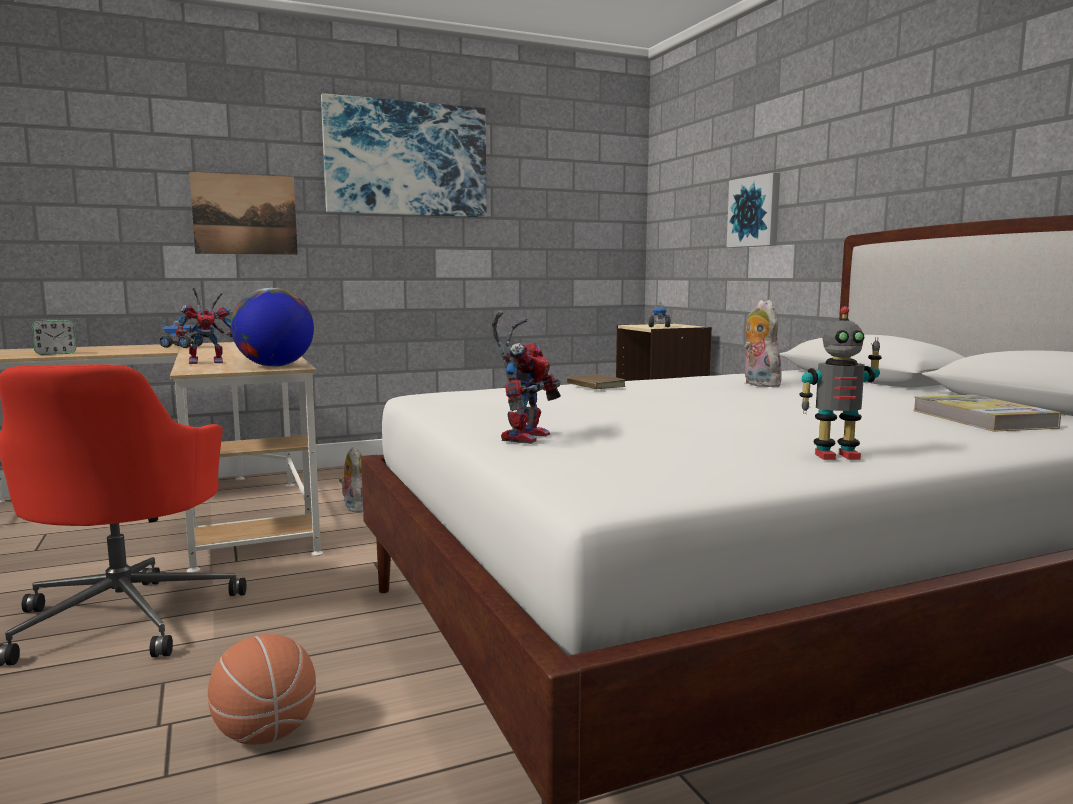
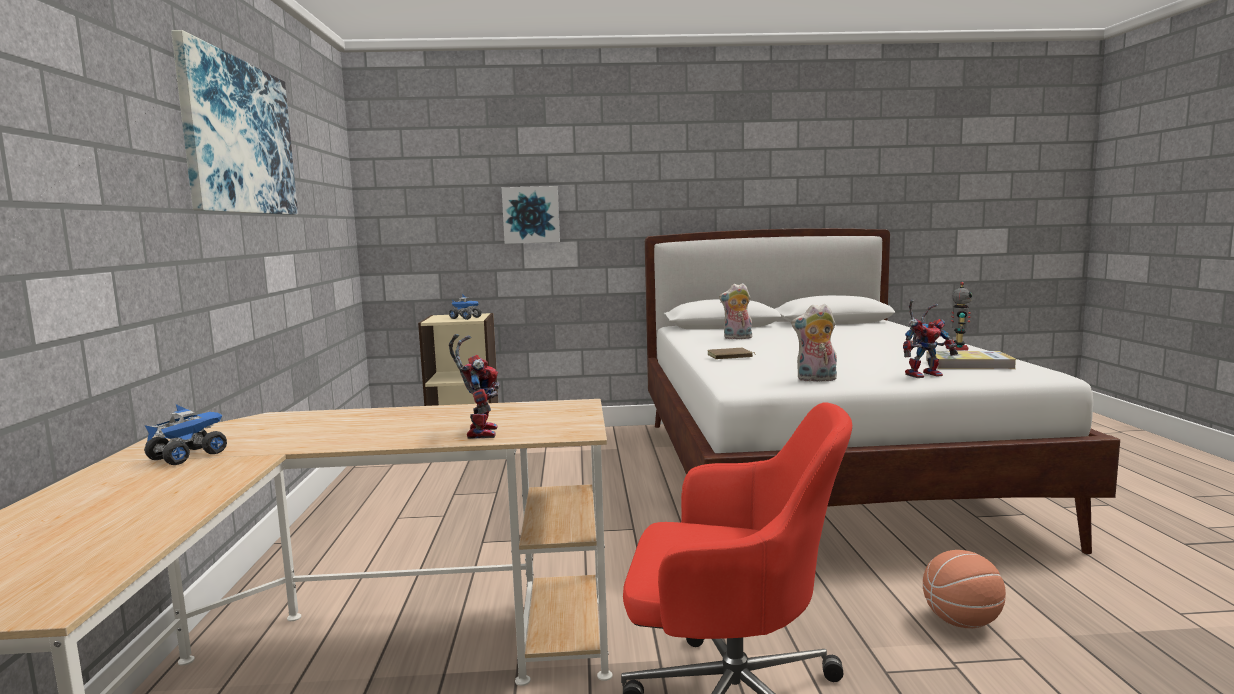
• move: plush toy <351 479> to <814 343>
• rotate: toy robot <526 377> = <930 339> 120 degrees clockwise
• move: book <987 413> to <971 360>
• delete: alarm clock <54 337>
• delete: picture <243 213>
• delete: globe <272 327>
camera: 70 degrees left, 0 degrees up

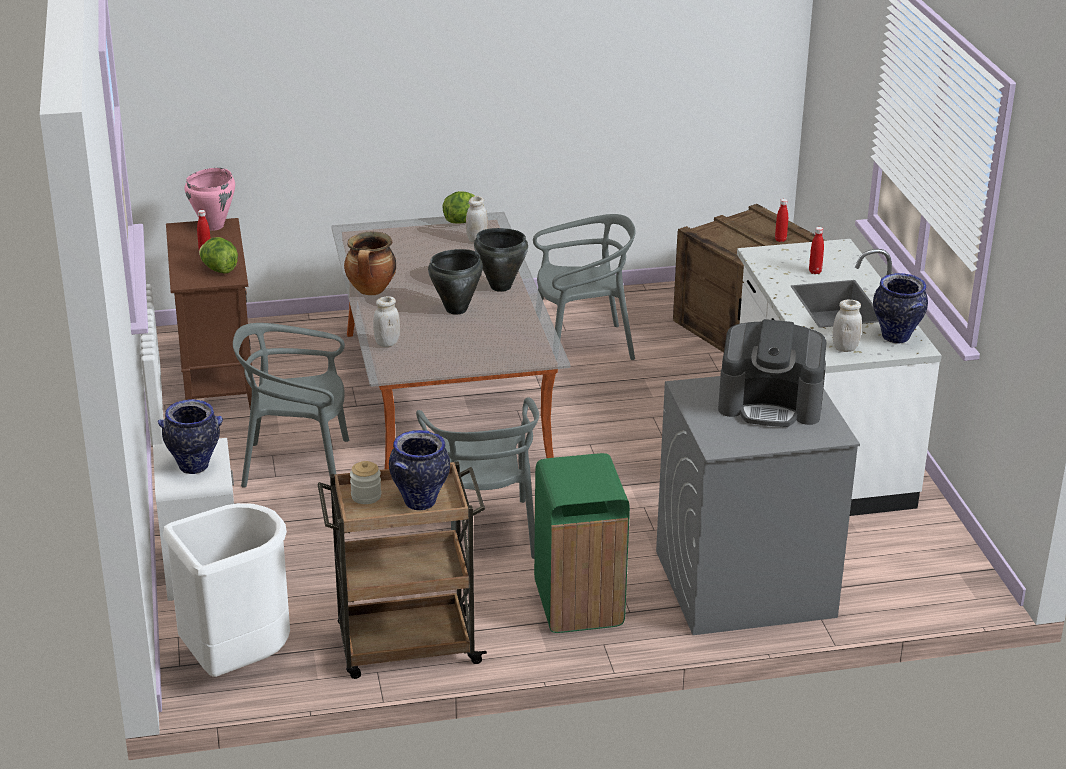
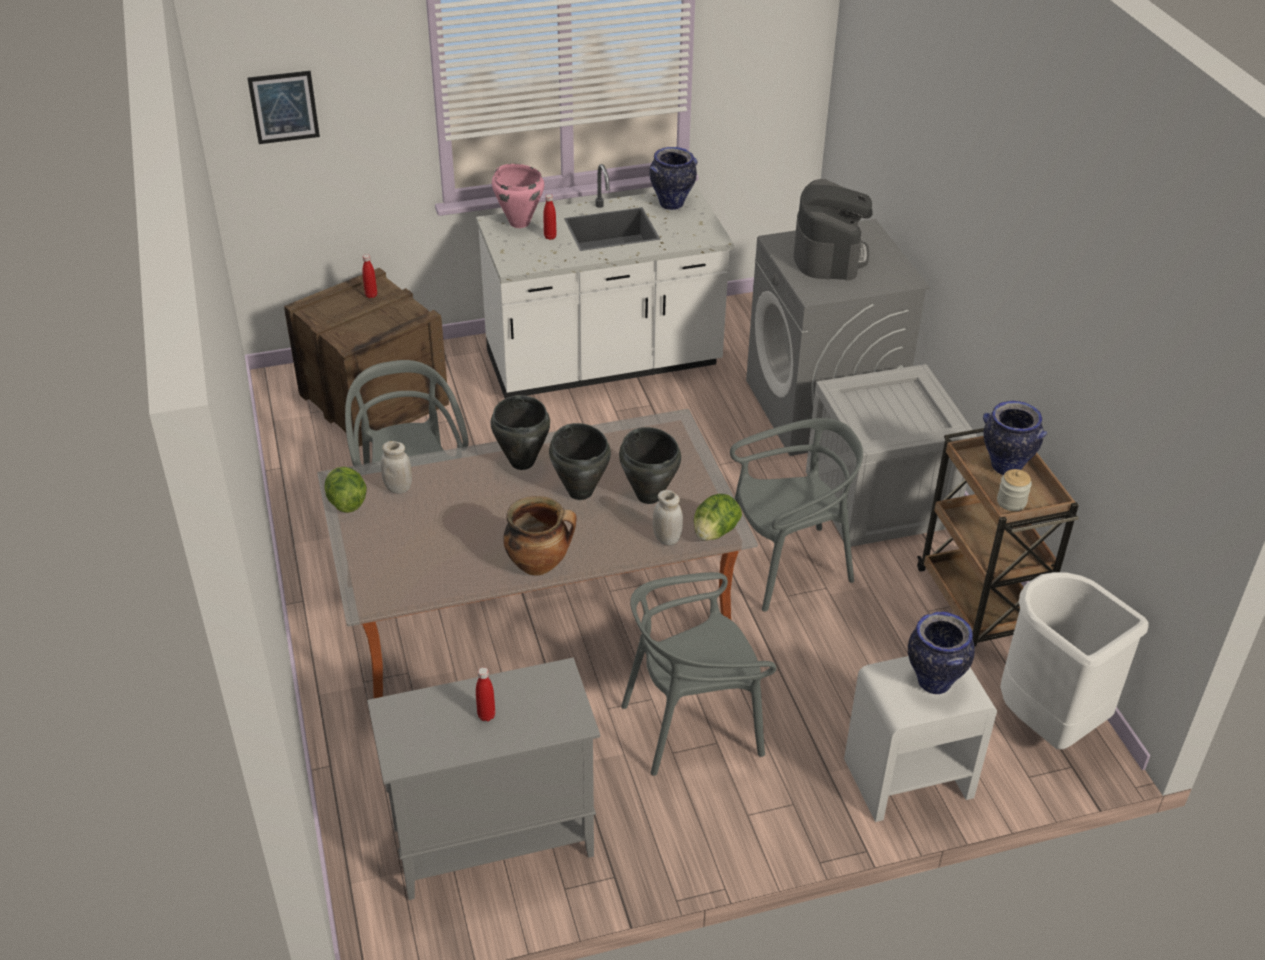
• insert: picture <283 107>
• recolor: brown cabinet <209 313> to grey cabinet <483 779>
• move: pink cooking pot <210 199> to <518 196>
• insert: black cooking pot <650 465>
• rotate: grey chair <291 405> = <699 674> 75 degrees clockwise
• move: lettuce <218 255> to <718 517>
• replace: green trash can <582 543> to crate <891 455>
• delete: white jar <847 326>
camera: 95 degrees left, 10 degrees up

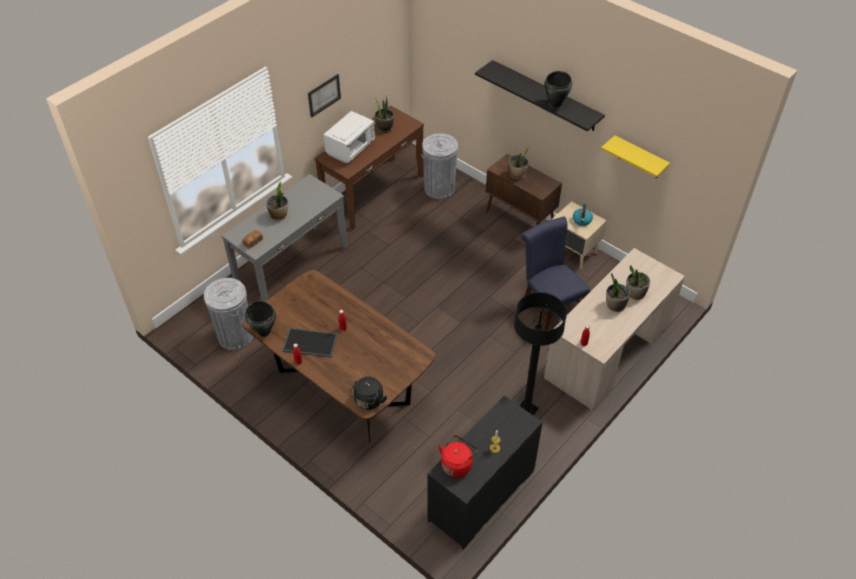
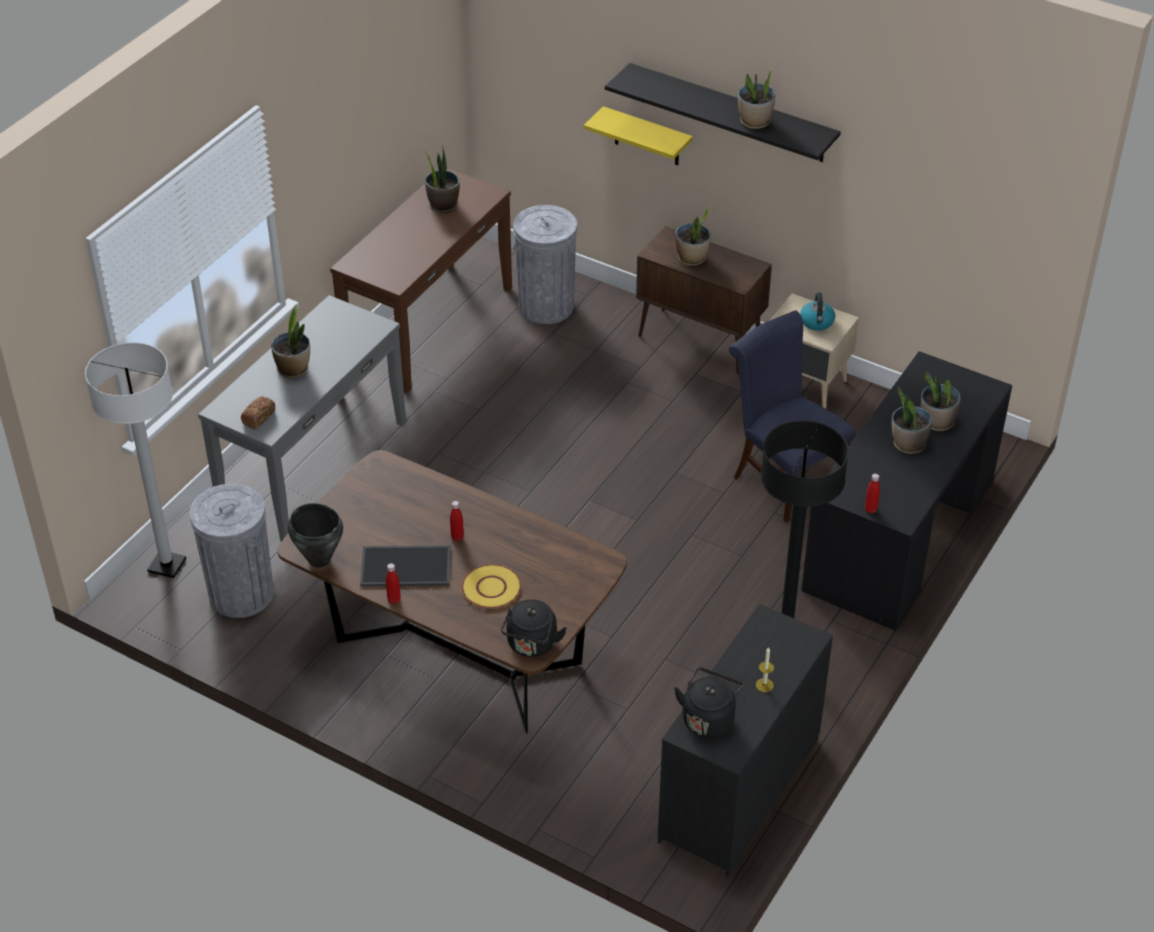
• insert: white floor lamp <135 460>
• insert: yellow plate <491 586>
• move: yellow shelf <635 156> to <638 135>
• recolor: red kettle <458 456> to black kettle <708 702>
• replace: black cooking pot <558 89> to potted plant <756 98>
• recolor: beige desk <614 329> to black desk <906 491>
• delete: picture <324 96>
• delete: white microwave <349 137>
camera: 10 degrees left, 5 degrees down

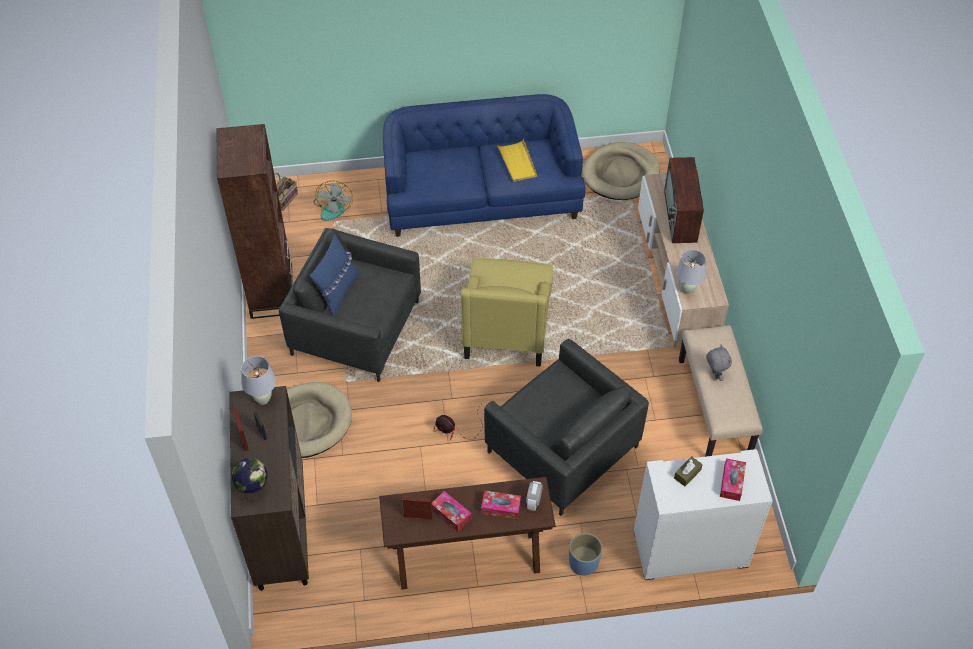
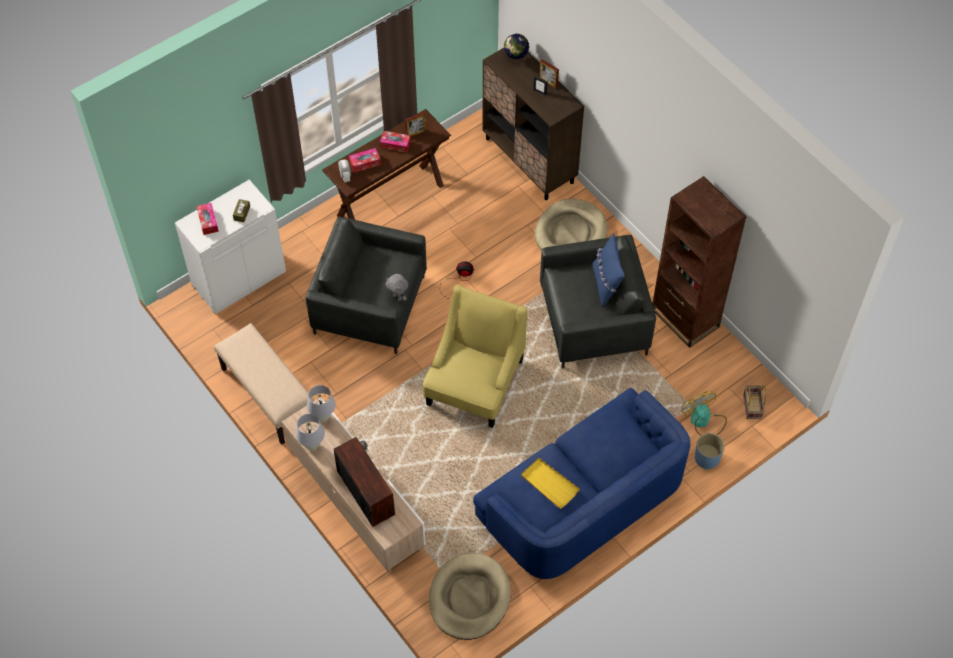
• move: white table lamp <258 380> to <310 432>
• move: grey plush toy <719 363> to <397 287>
• rotate: yellow armchair <507 312> = <475 356> 45 degrees clockwise
• move: blue planter <585 554> to <710 451>
camera: 150 degrees right, 5 degrees up

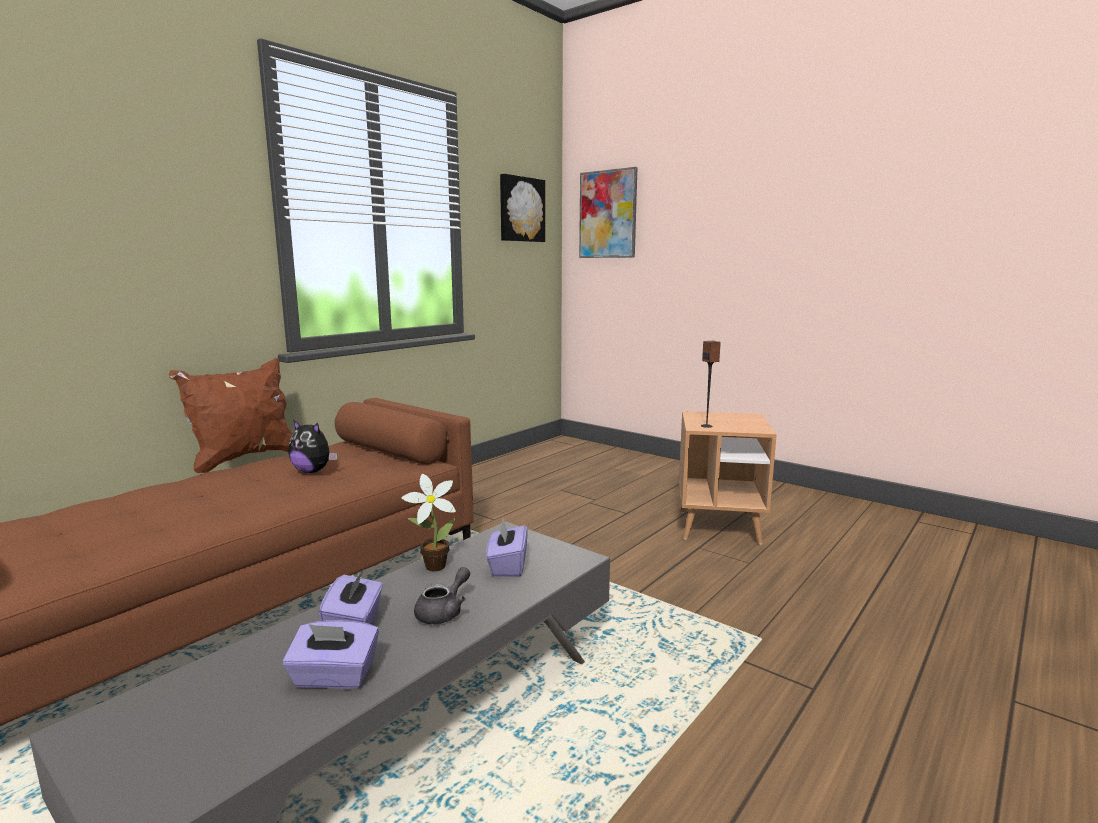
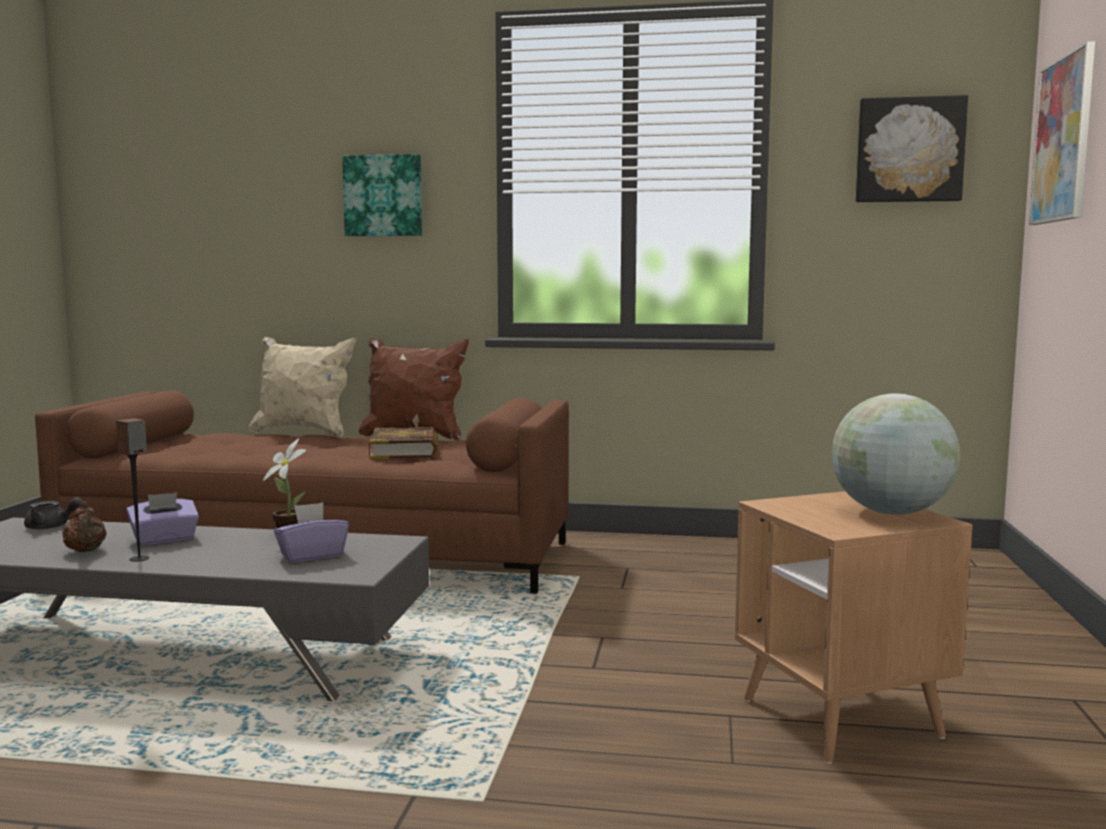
• move: grey teapot <442 595> to <53 513>
• replace: purple tissue box <331 654> to brown teapot <84 526>
• move: speaker <711 384> to <132 490>
• insert: beige pillow <302 387>
• insert: picture <382 195>
• replace: plush toy <312 446> to book <403 443>
• insert: globe <896 454>
camera: 60 degrees right, 5 degrees down

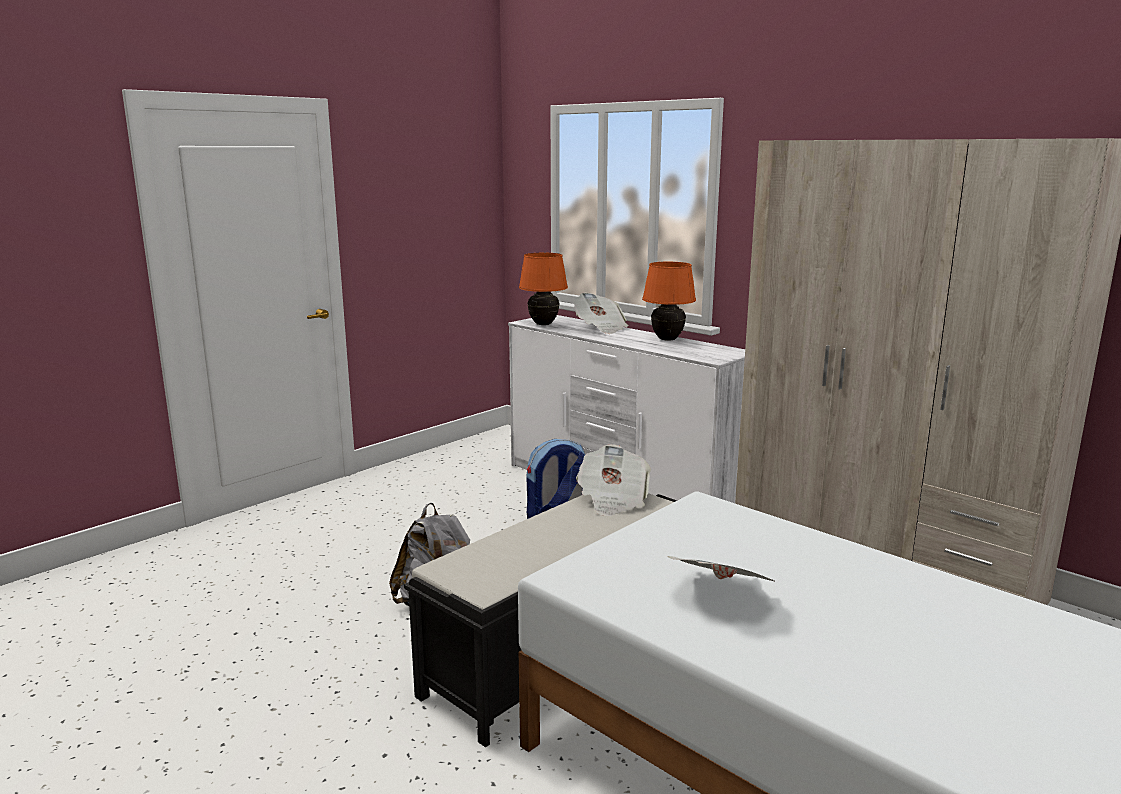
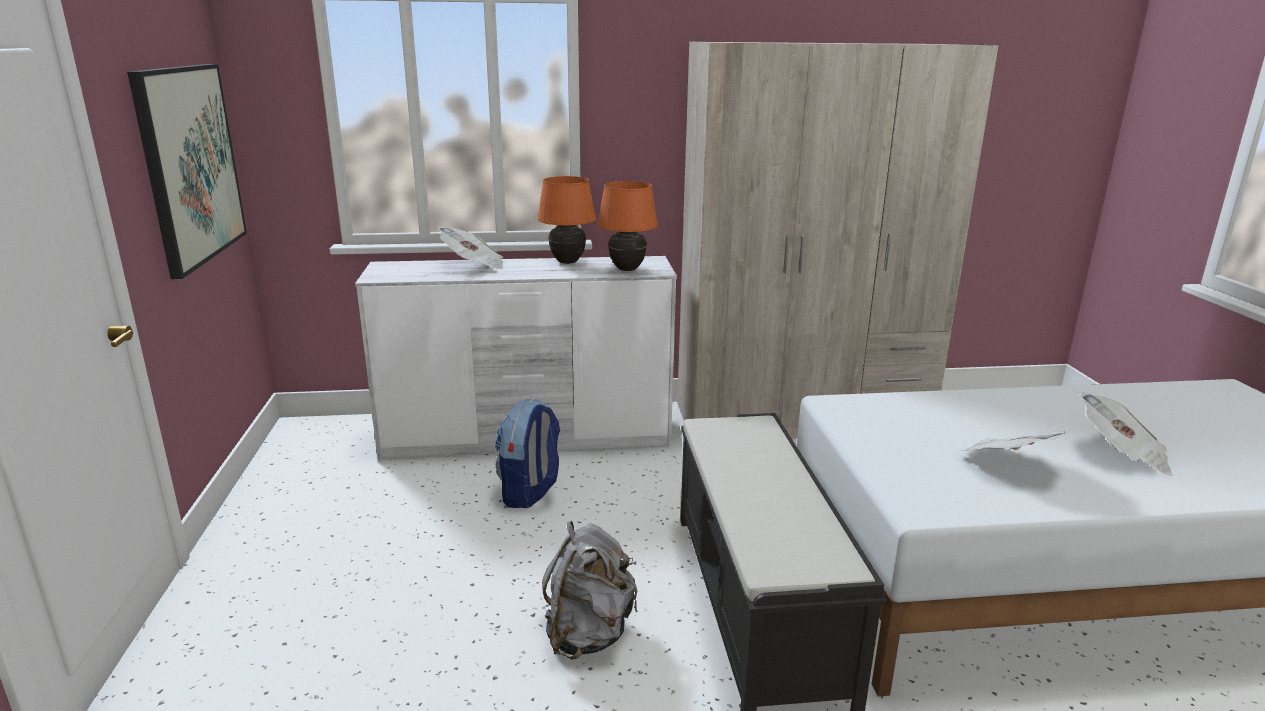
• insert: picture <187 171>
• move: orange table lamp <543 289> to <628 226>
• move: newspaper <613 480> to <1127 434>
camera: 50 degrees left, 5 degrees up

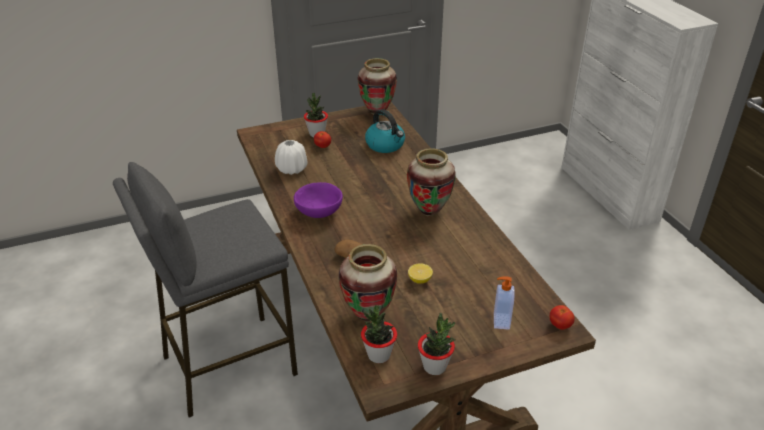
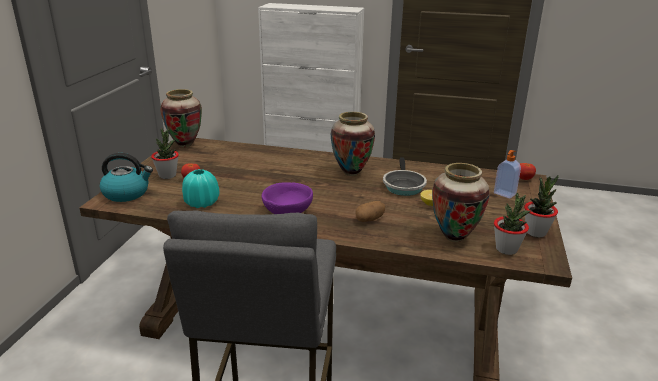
• move: kettle <385 131> to <126 177>
• recolor: white vase <291 157> to turquoise vase <200 188>
• insert: frying pan <405 176>
camera: 55 degrees left, 10 degrees down

